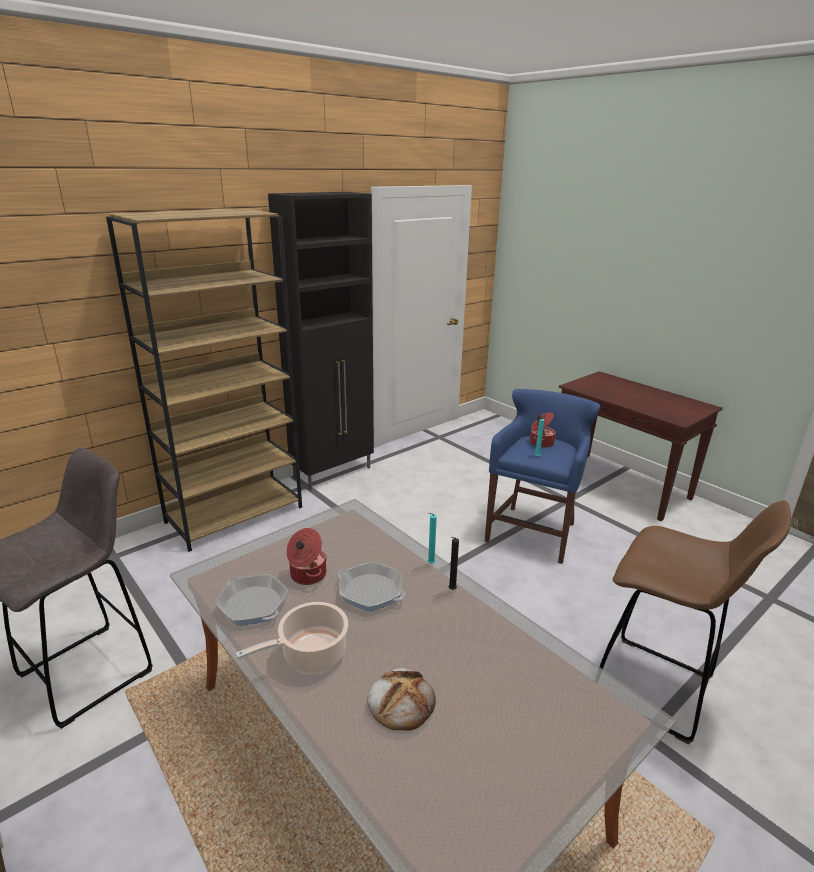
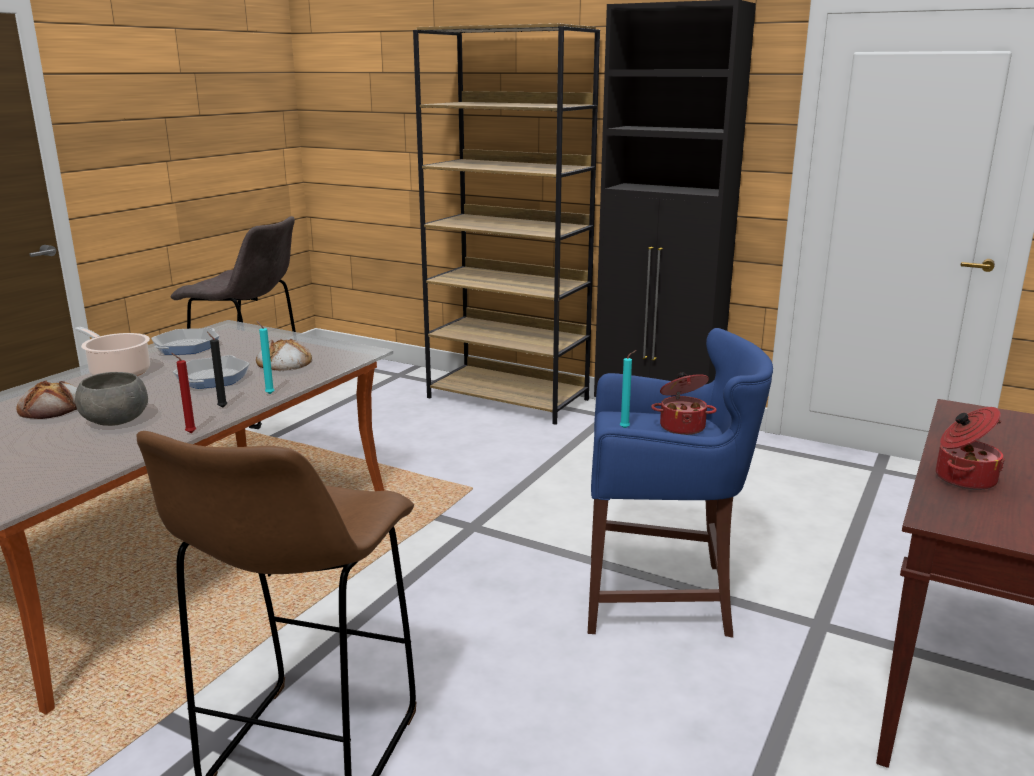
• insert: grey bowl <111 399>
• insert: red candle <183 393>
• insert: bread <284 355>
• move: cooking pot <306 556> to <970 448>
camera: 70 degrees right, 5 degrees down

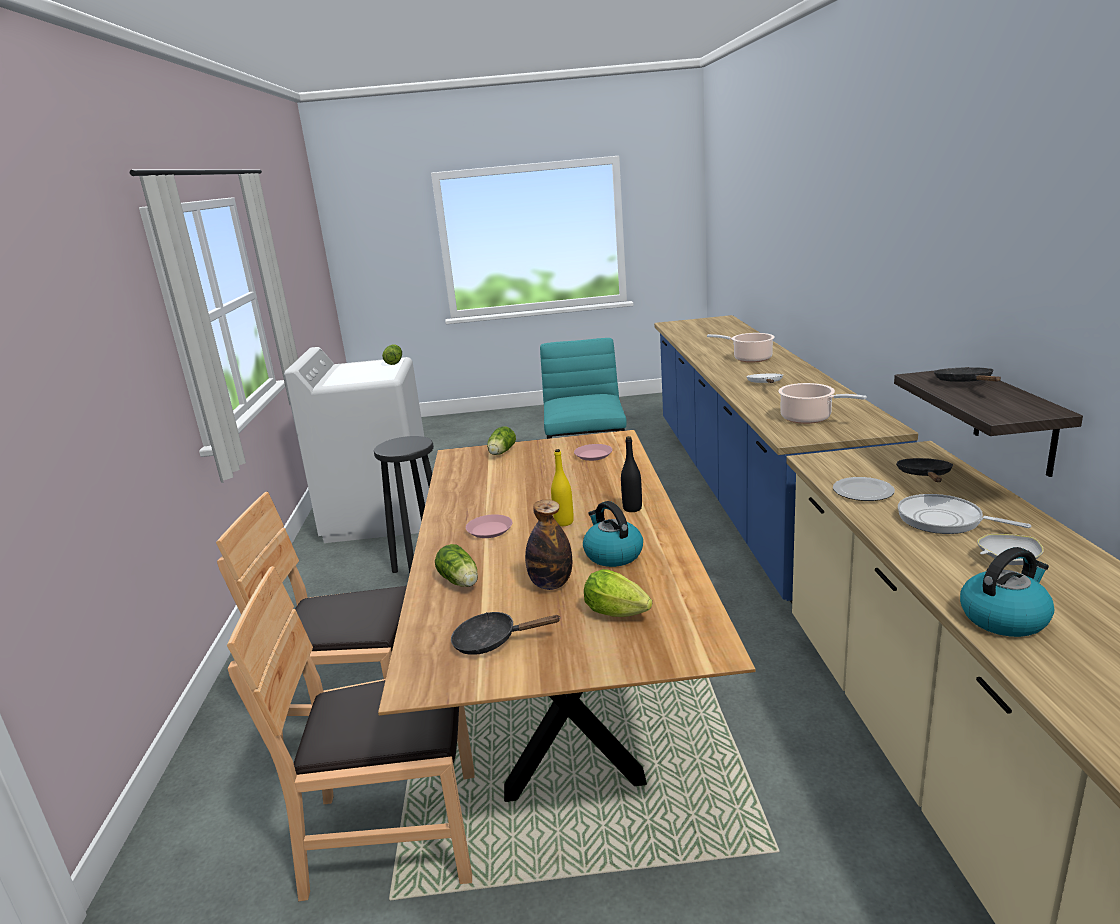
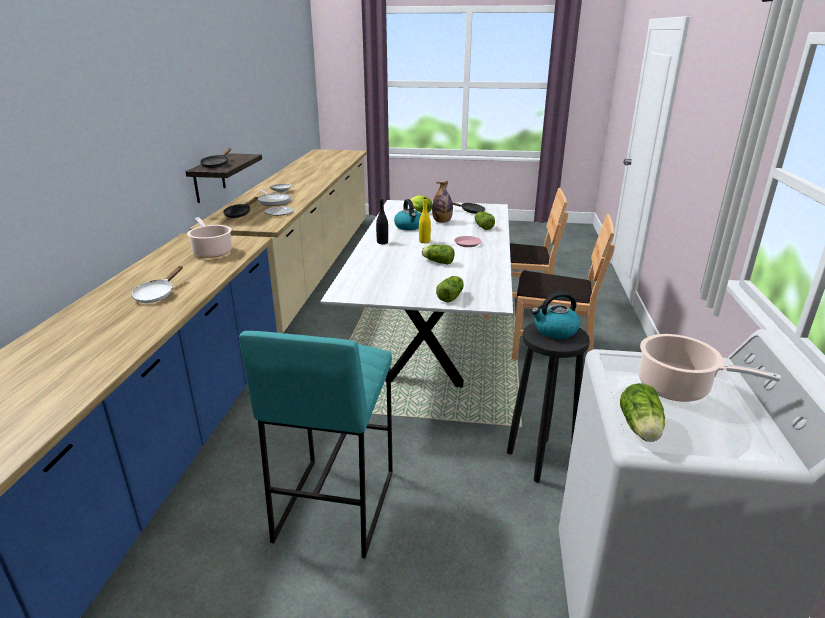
• recolor: brown dining table <567 616> to white dining table <416 293>
• insert: lettuce <438 254>
• move: kettle <1007 592> to <556 315>
• move: cooking pot <741 348> to <710 368>
• delete: pink plate <593 452>
camera: 170 degrees left, 5 degrees up

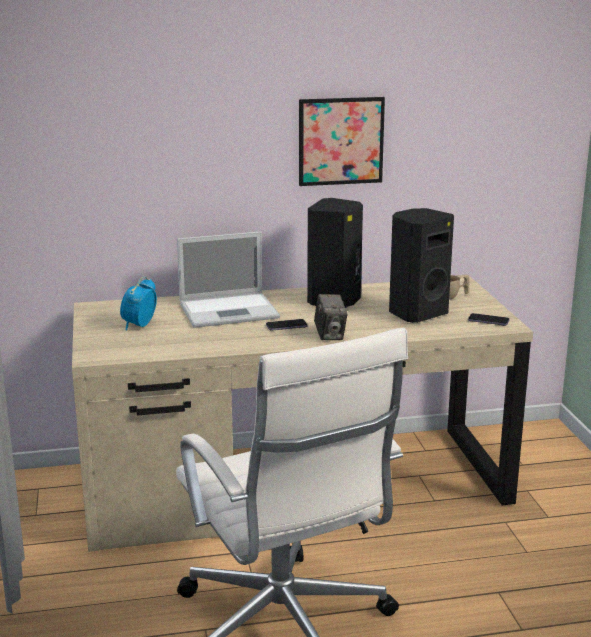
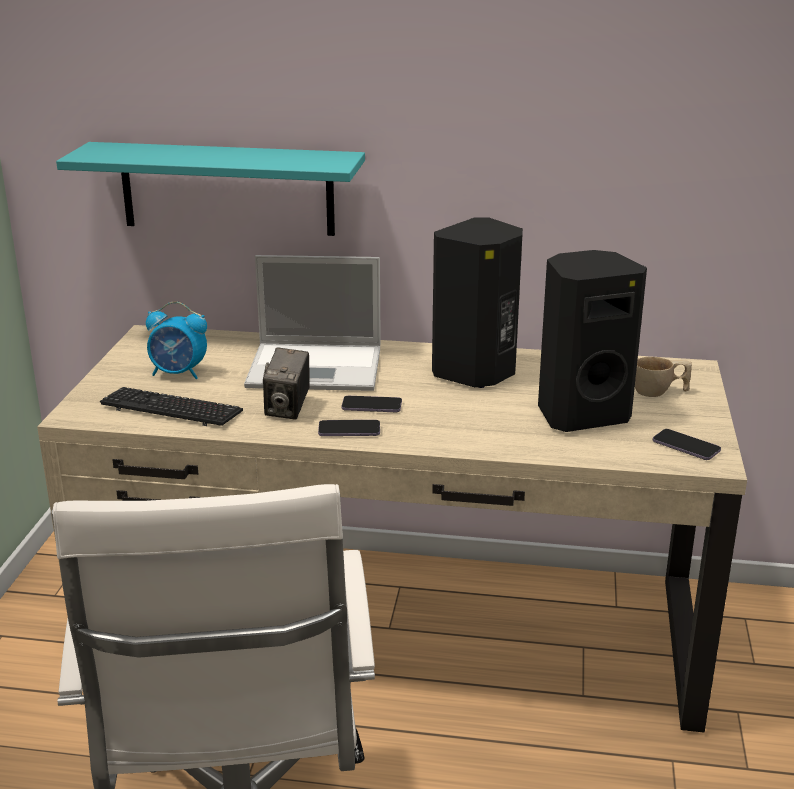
• insert: turquoise shelf <210 189>
• insert: keyboard <171 406>
• rotate: alarm clock <138 303> = <176 340> 120 degrees counterclockwise
• move: photo camera <331 317> to <286 383>
• insert: phone <349 428>
• delete: picture <342 141>
camera: 20 degrees right, 5 degrees up

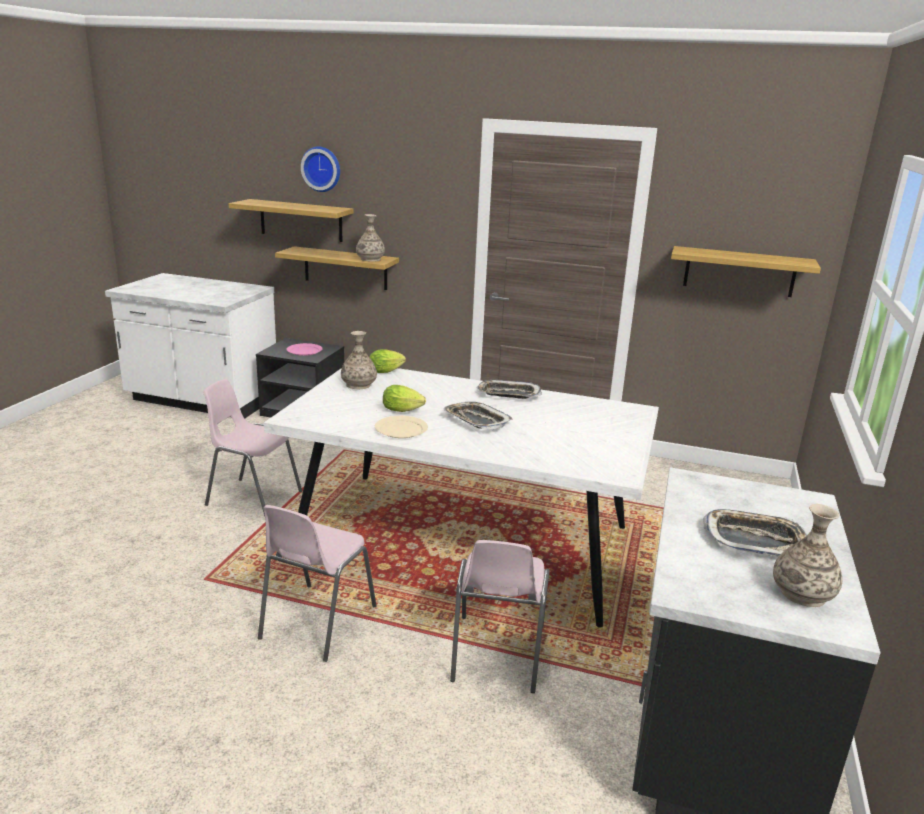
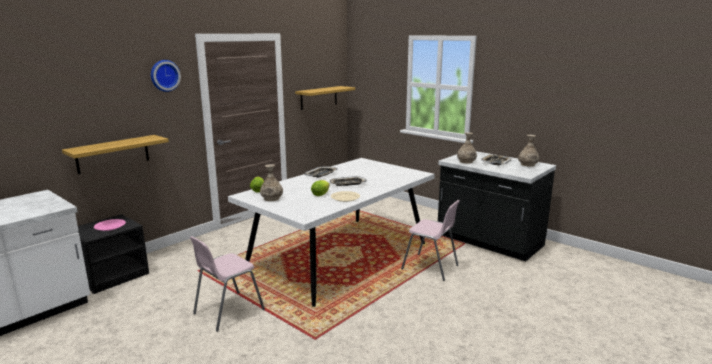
• move: wall clock <320 169> to <166 76>
• move: vase <370 238> to <467 147>
• delete: shelf <291 220>
• delete: pink chair <317 583>
camera: 65 degrees left, 5 degrees down

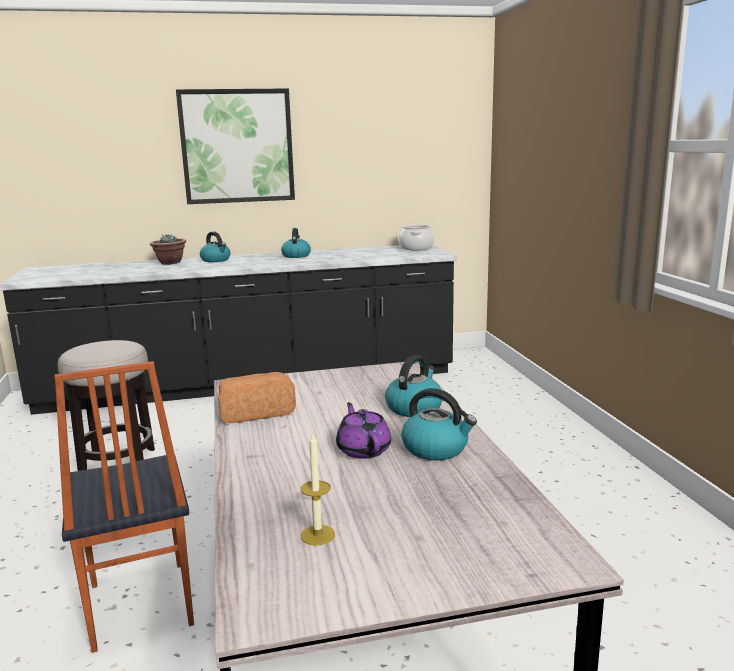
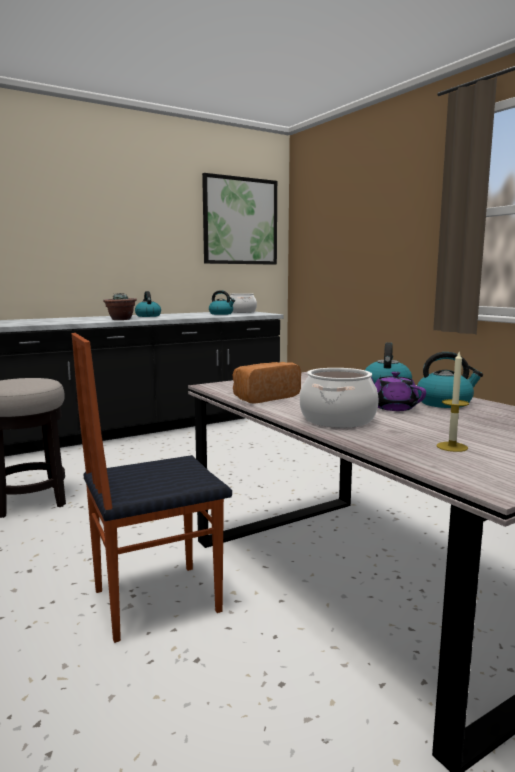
• rotate: chair <124 507> = <151 488> 105 degrees clockwise
• move: potted plant <168 249> to <120 306>
• move: picture <235 146> to <239 219>
• move: kettle <215 247> to <222 302>
• insert: cooking pot <339 398>
camera: 20 degrees left, 5 degrees down

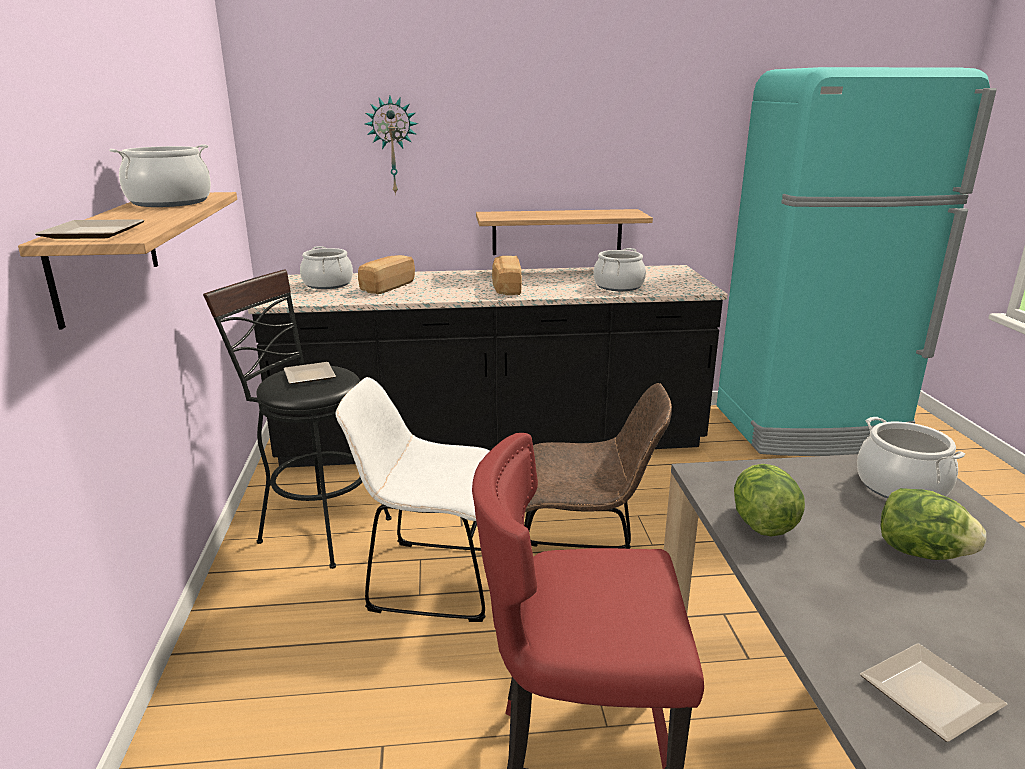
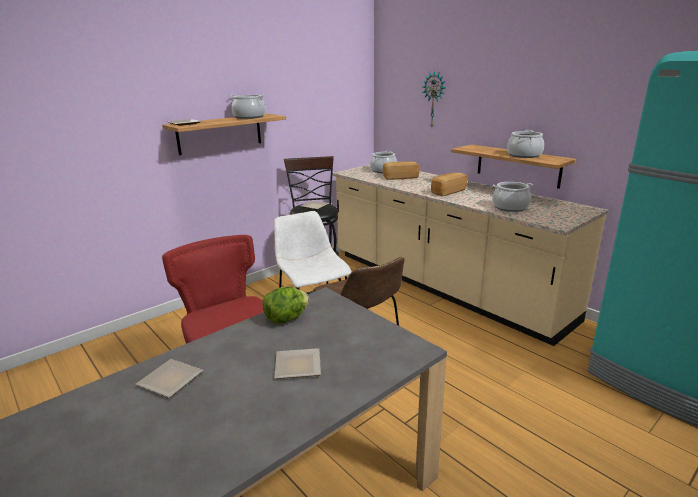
• replace: lettuce <933 524> to plate <297 363>
• recolor: black counter <488 366> to beige counter <470 255>
• move: cooking pot <911 457> to <525 144>
camera: 55 degrees right, 0 degrees up

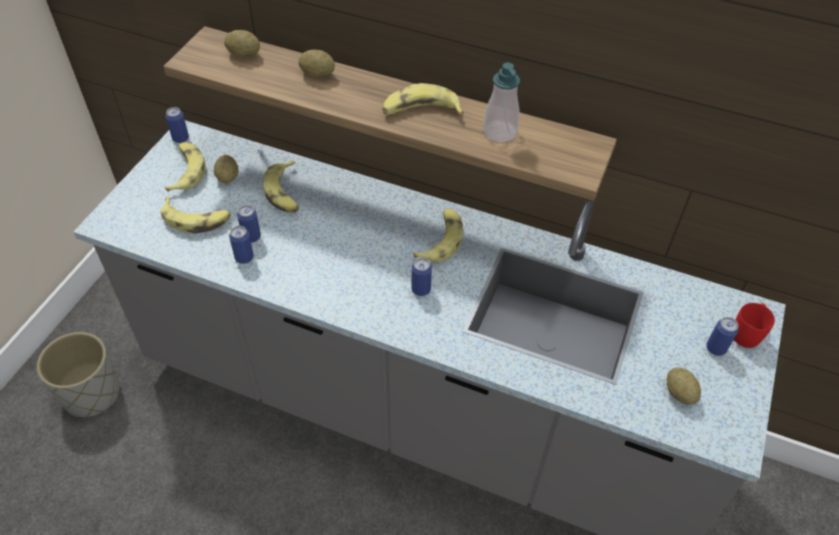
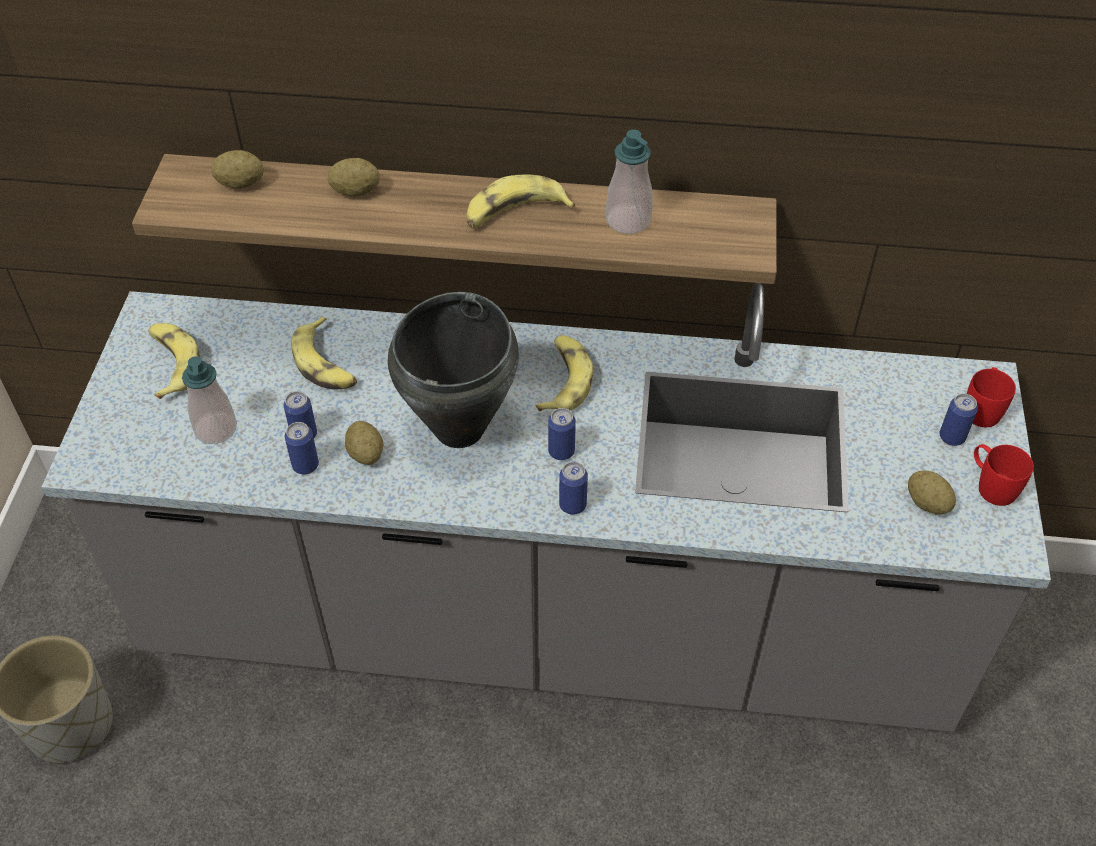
• replace: banana <196 215> to soap dispenser <209 400>
• move: potato <226 169> to <364 443>
• insert: black cooking pot <453 370>
• move: can <177 125> to <573 488>
• insert: red mug <1004 475>
camera: 15 degrees left, 0 degrees up

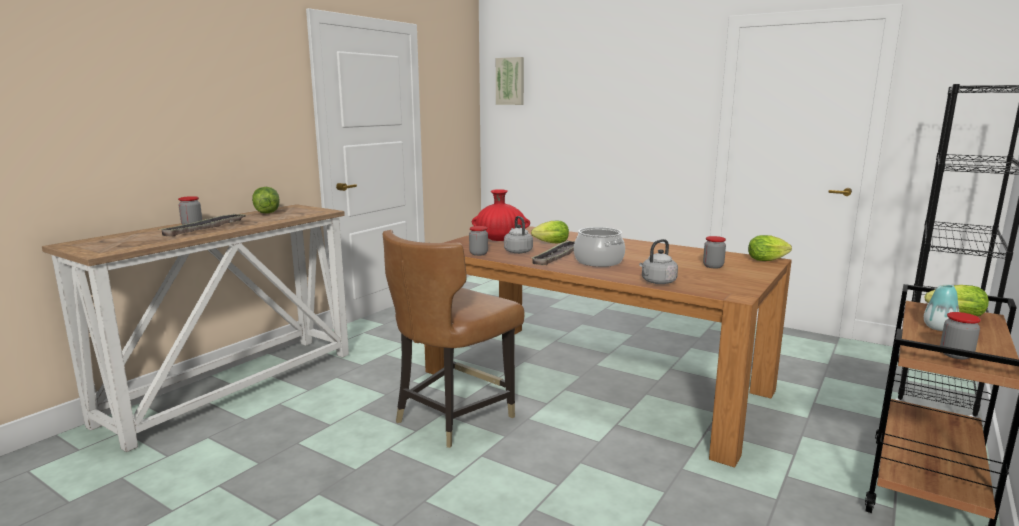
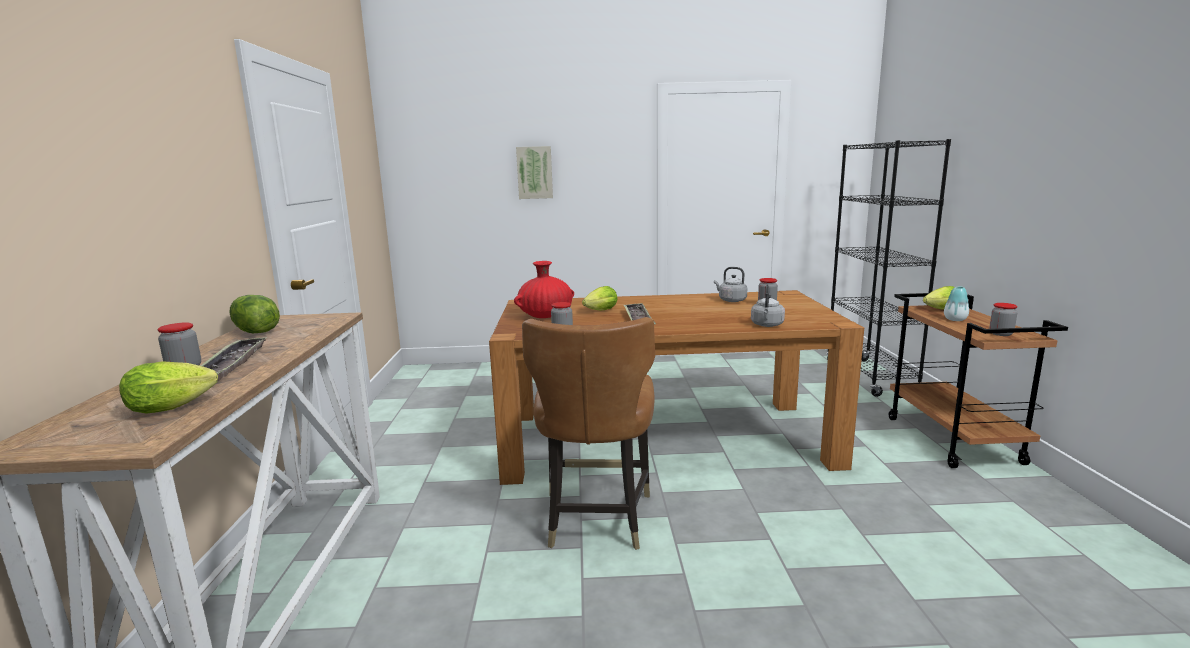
• move: lettuce <770 248> to <168 387>
• move: picture <510 81> to <534 172>
• move: grey kettle <518 235> to <730 284>
• delete: cooking pot <599 247>
camera: 35 degrees left, 0 degrees up

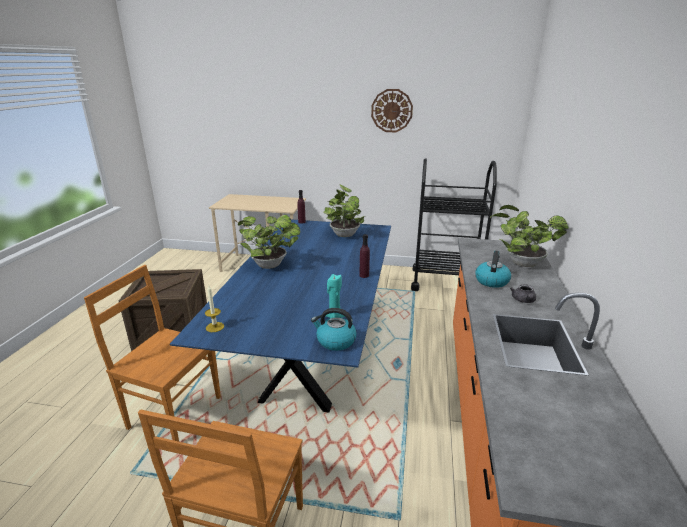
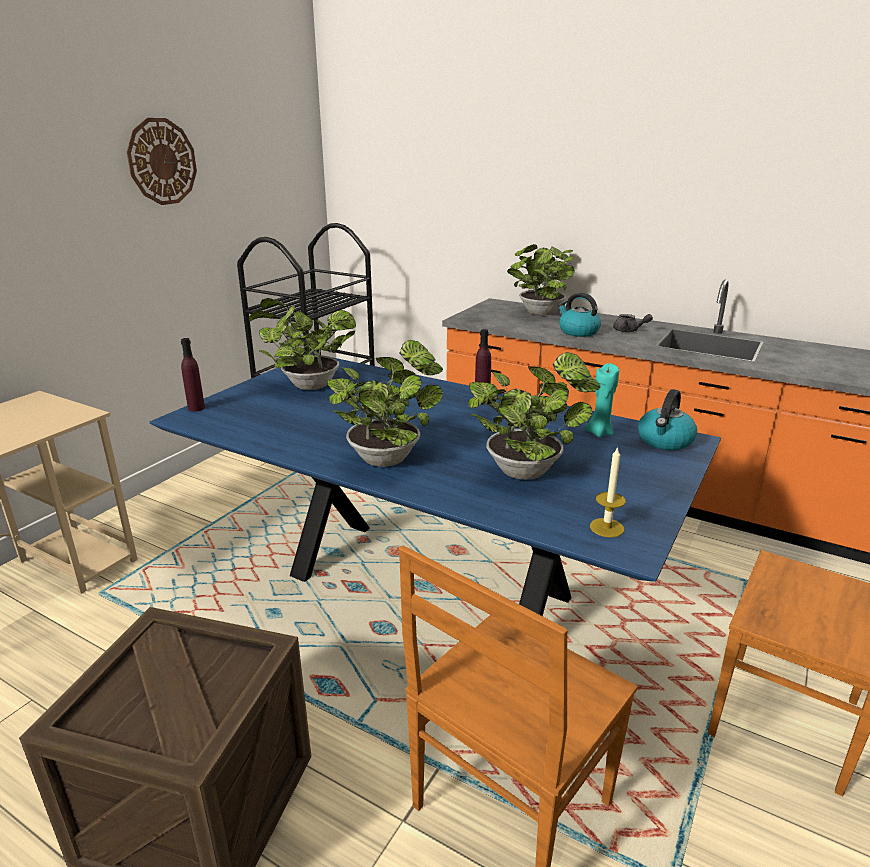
• insert: potted plant <534 415>
camera: 70 degrees left, 0 degrees up

